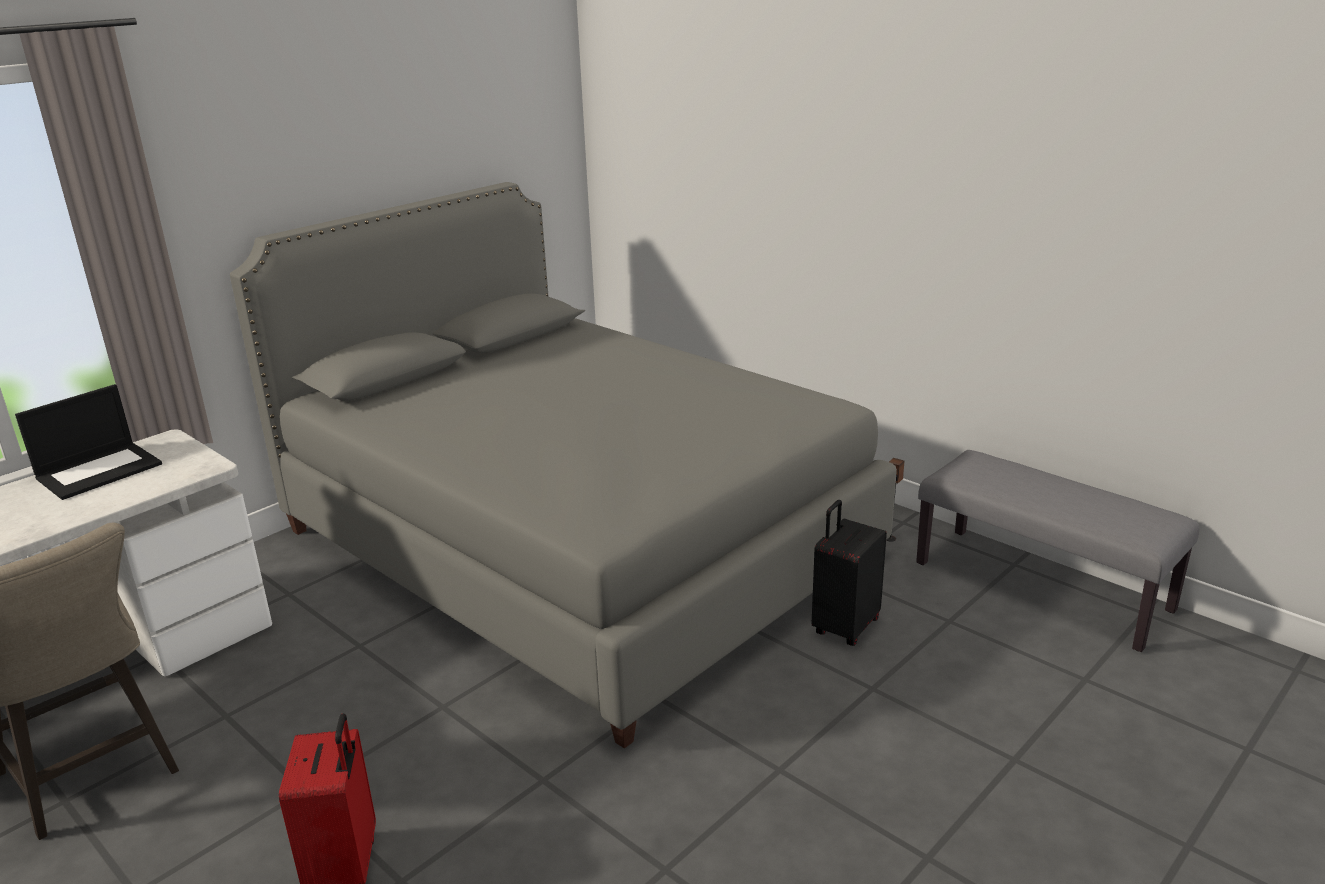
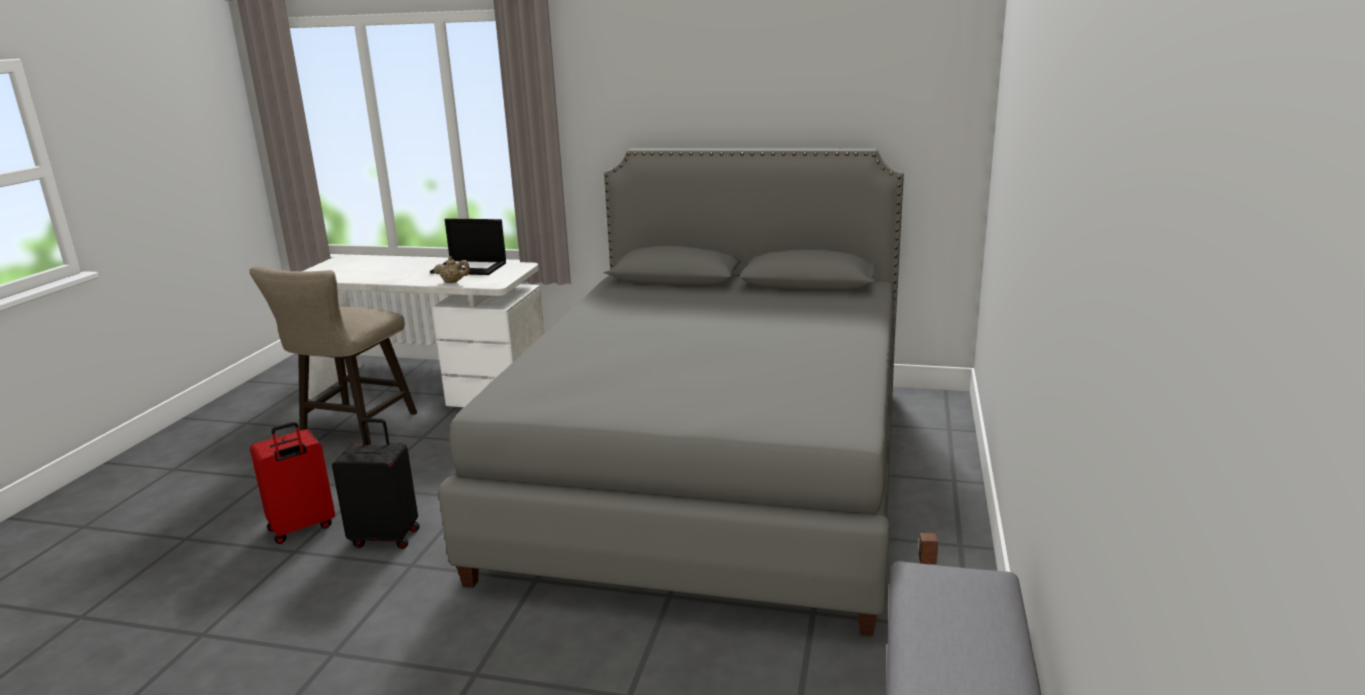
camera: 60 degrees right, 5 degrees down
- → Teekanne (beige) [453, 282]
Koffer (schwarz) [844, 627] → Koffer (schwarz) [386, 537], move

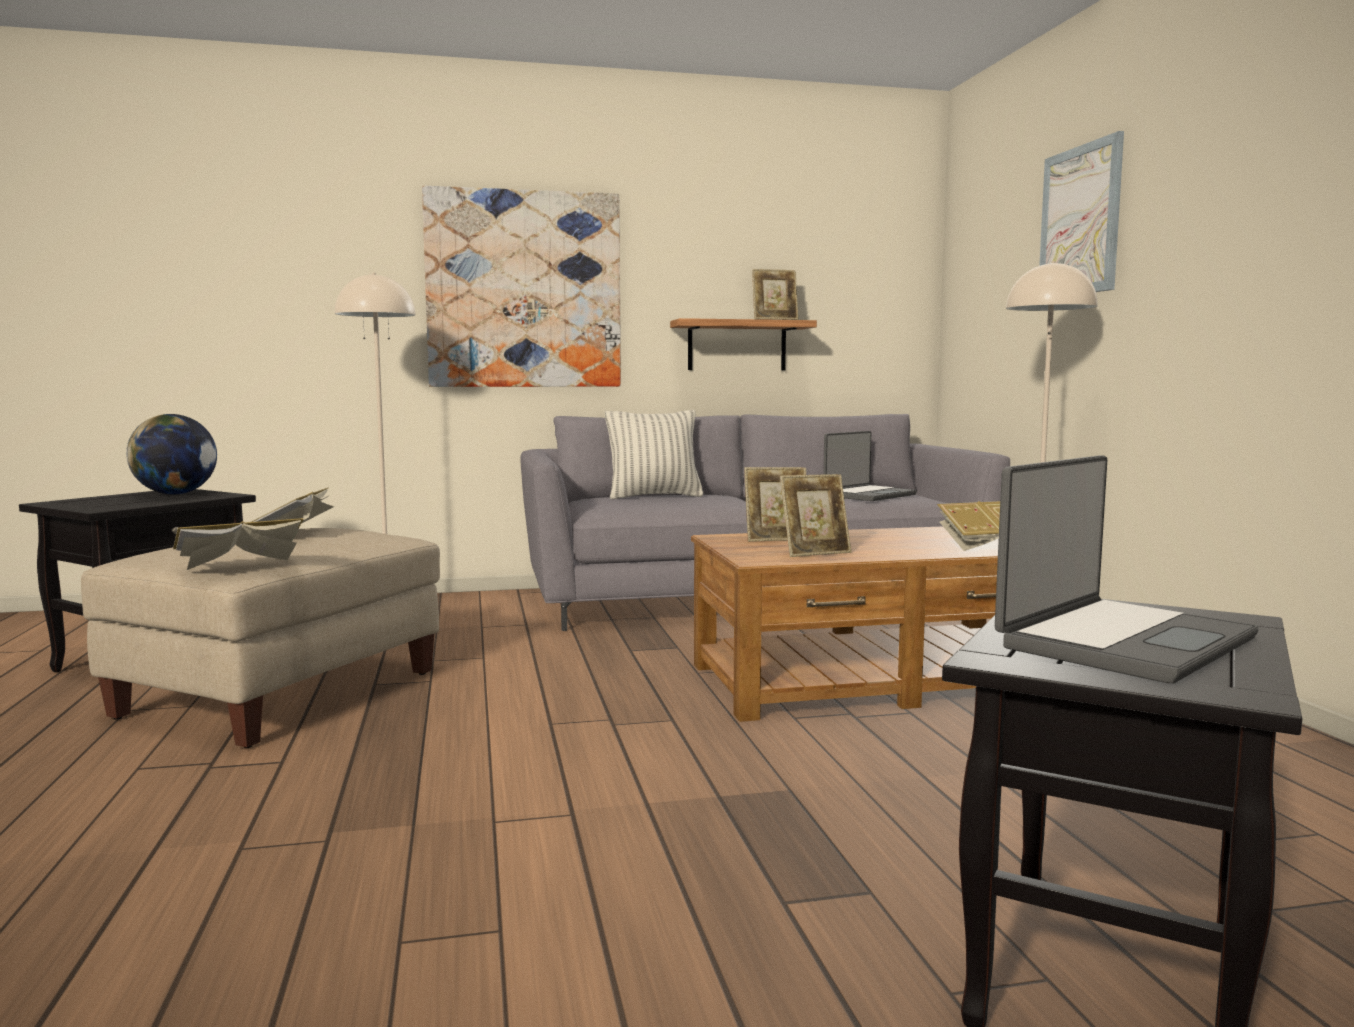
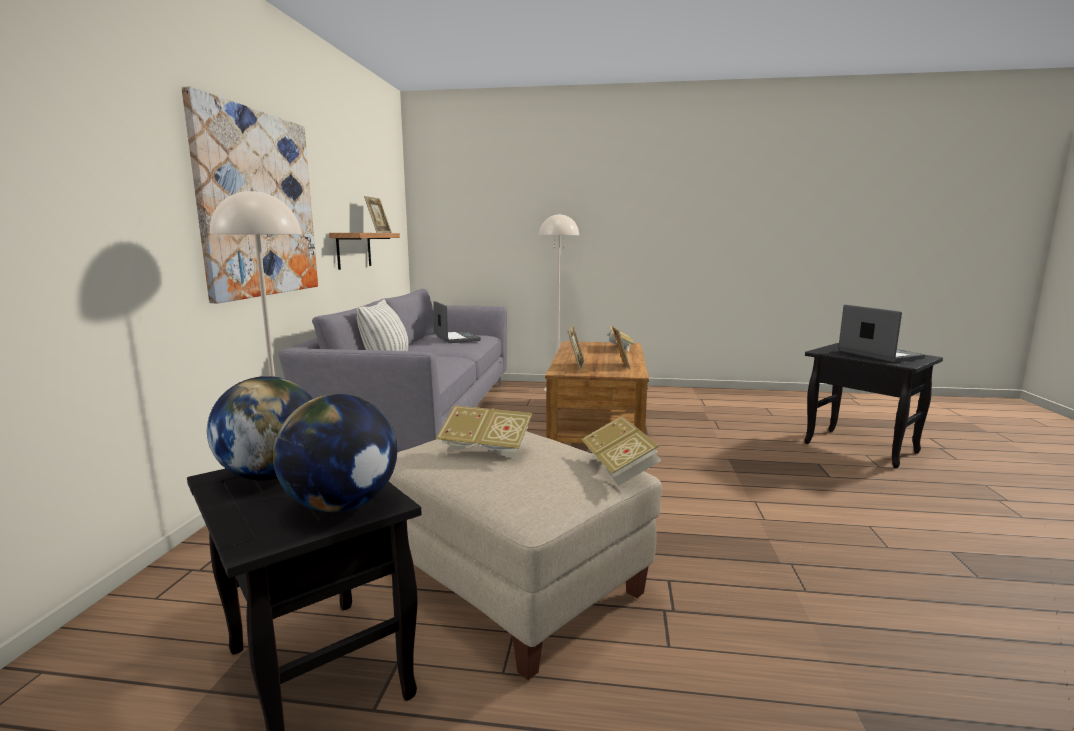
camera: 70 degrees left, 5 degrees up
Bild [1080, 221] → -
- → Globus [342, 505]

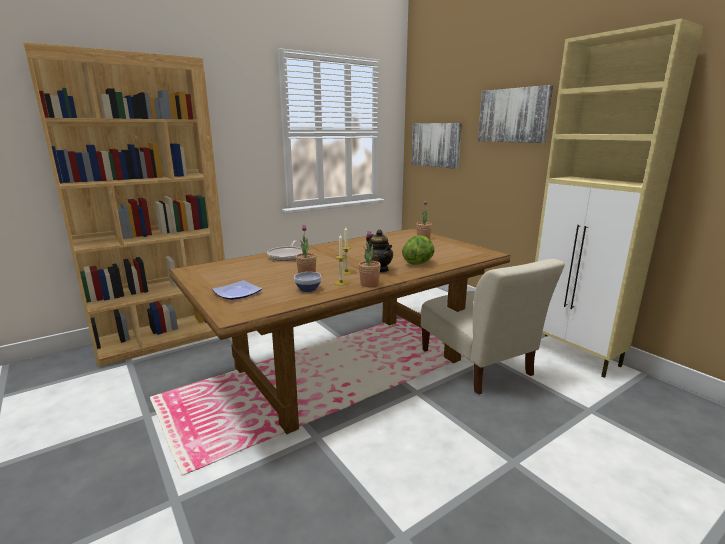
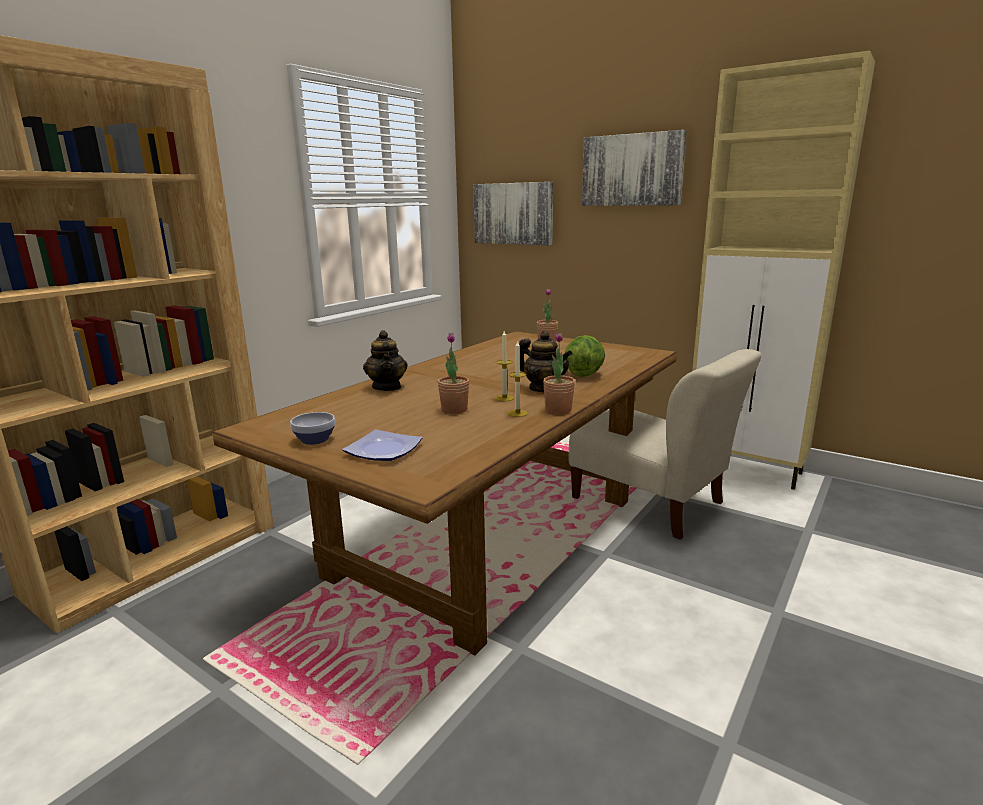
camera: 20 degrees left, 0 degrees up
Schüssel [309, 289] → Schüssel [316, 439], move
Pfanne [287, 256] → Teekanne [387, 387]

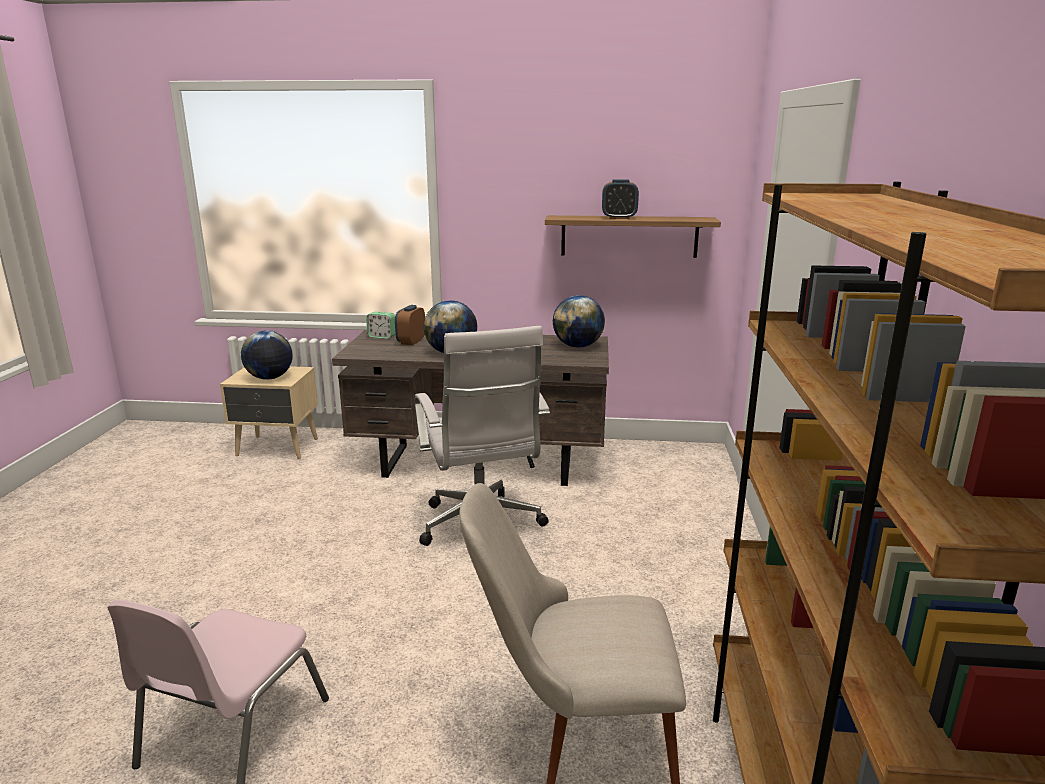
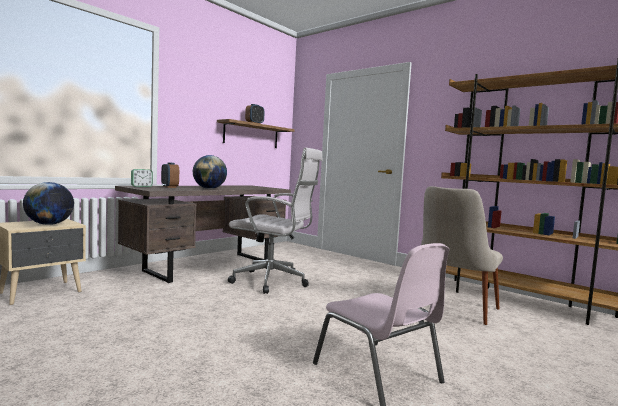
camera: 55 degrees left, 15 degrees down
Globus [578, 346] → -

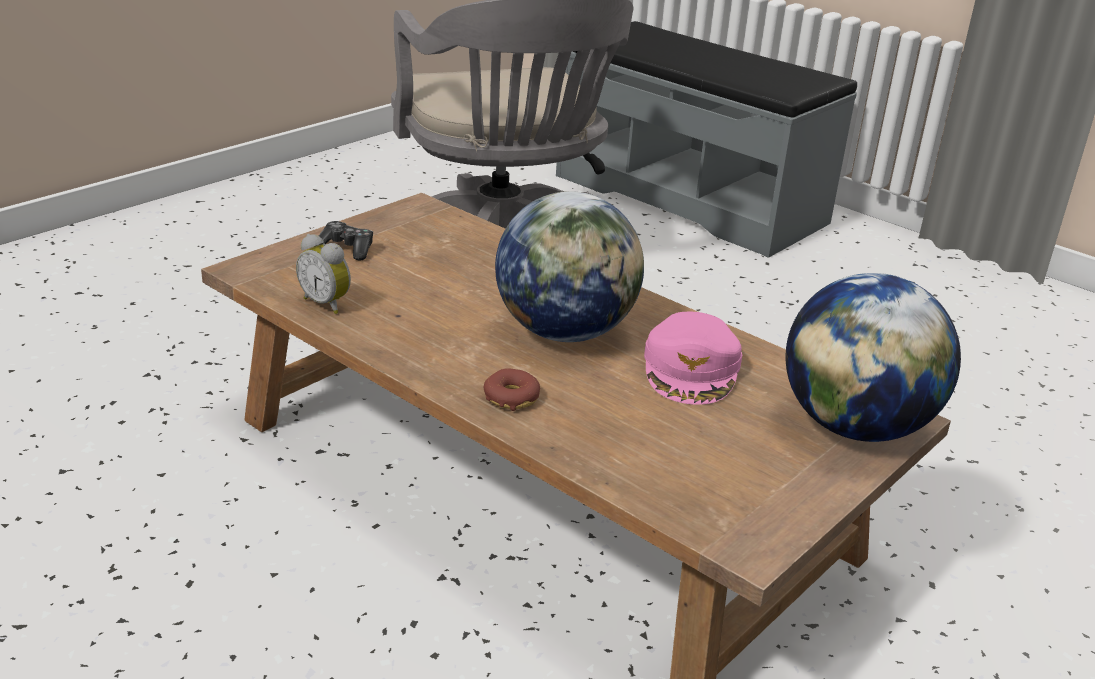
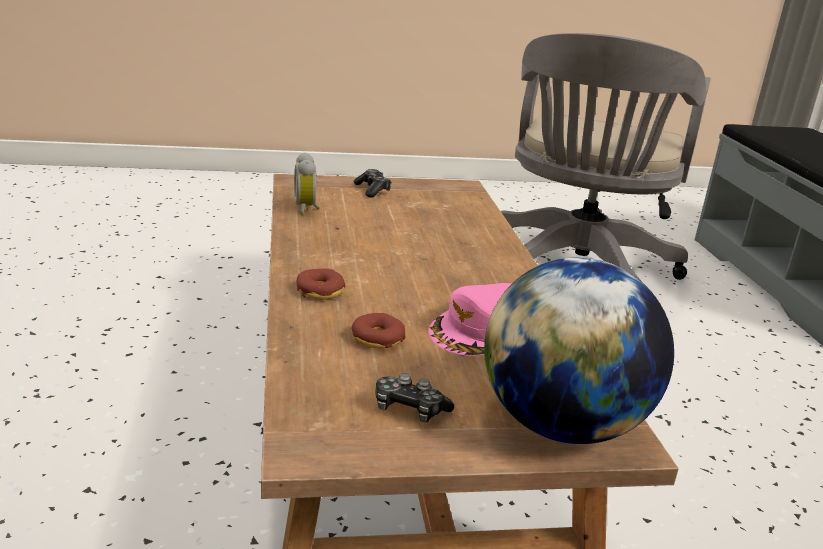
camera: 40 degrees right, 5 degrees down
Globus [565, 332] → -
- → Donut [377, 339]
- → Gamepad [409, 409]

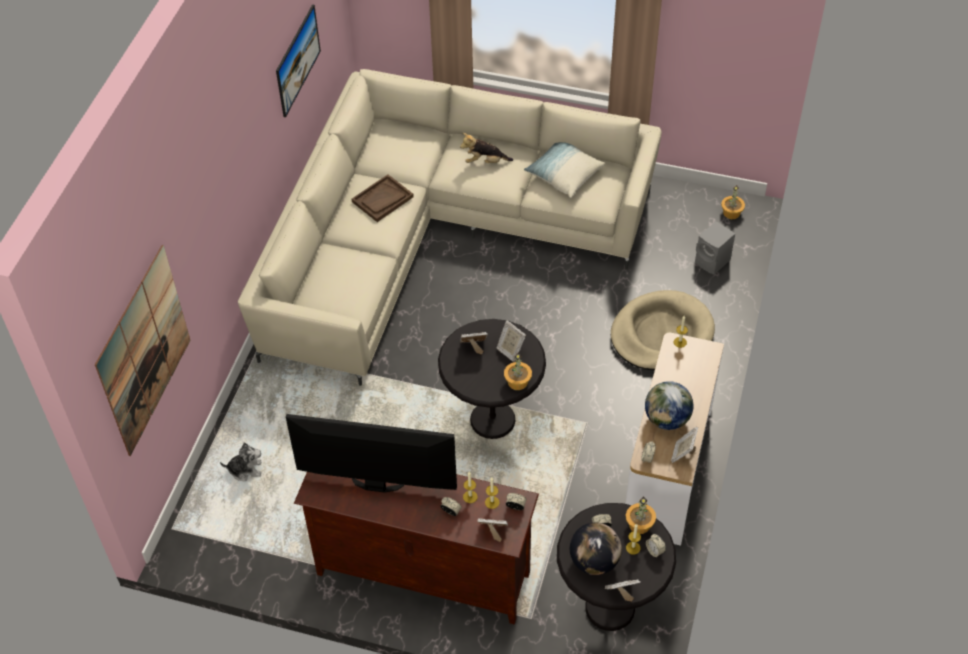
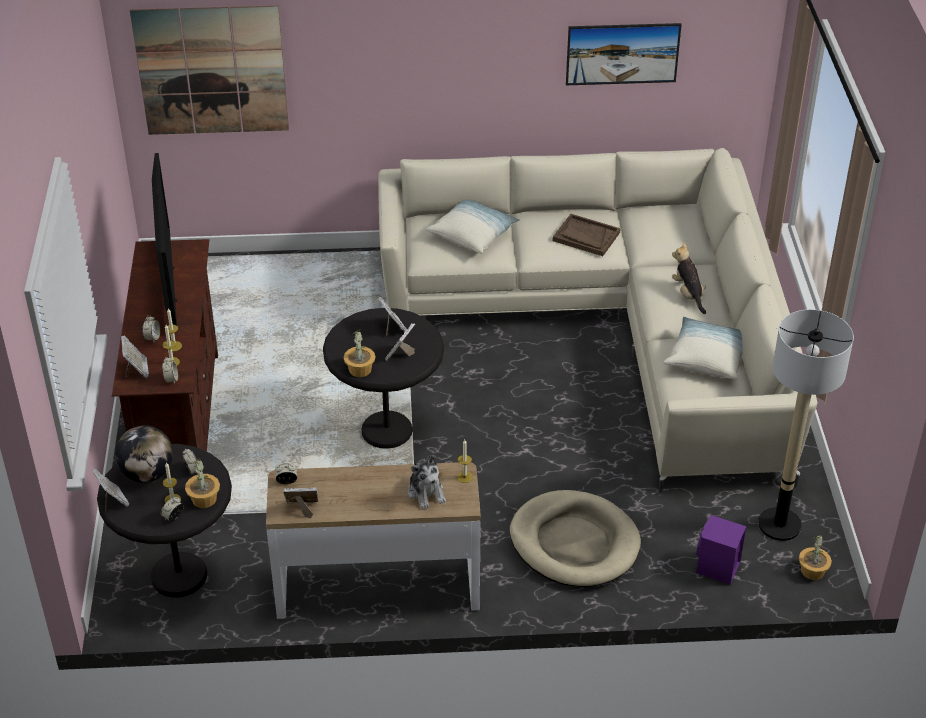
camera: 70 degrees right, 10 degrees down
Globus [667, 419] → -
- → Kissen [473, 235]
- → Stehlampe [780, 525]
Plüschtier [245, 469] → Plüschtier [426, 492], move
Lautsprecher (grau) [713, 262] → Lautsprecher (lila) [717, 568]

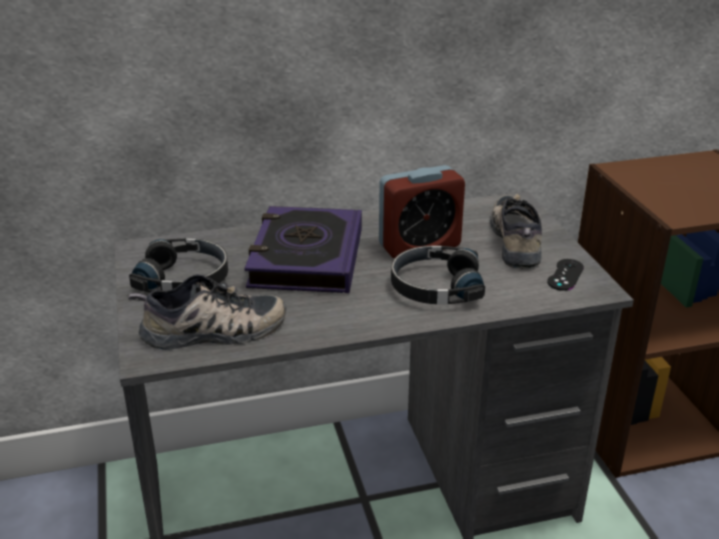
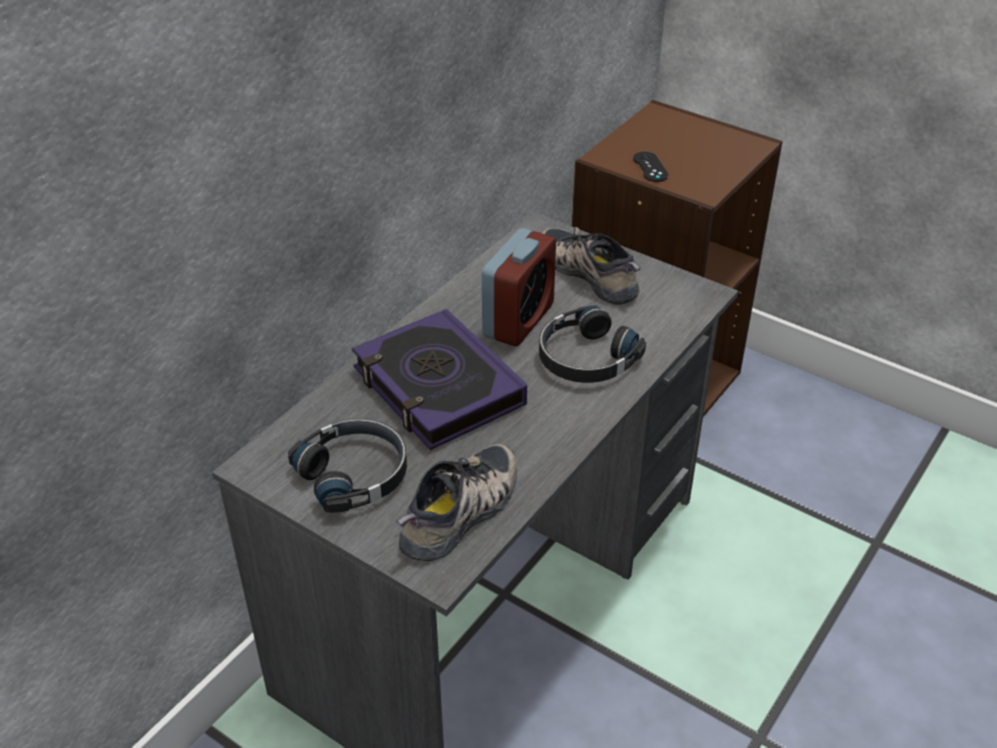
camera: 40 degrees left, 10 degrees up
Gamepad (schwarz) [565, 275] → Gamepad (schwarz) [650, 167], move

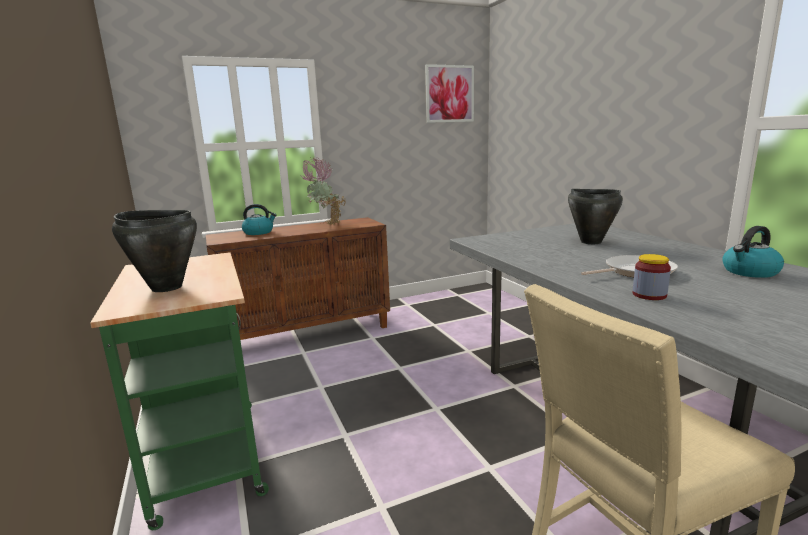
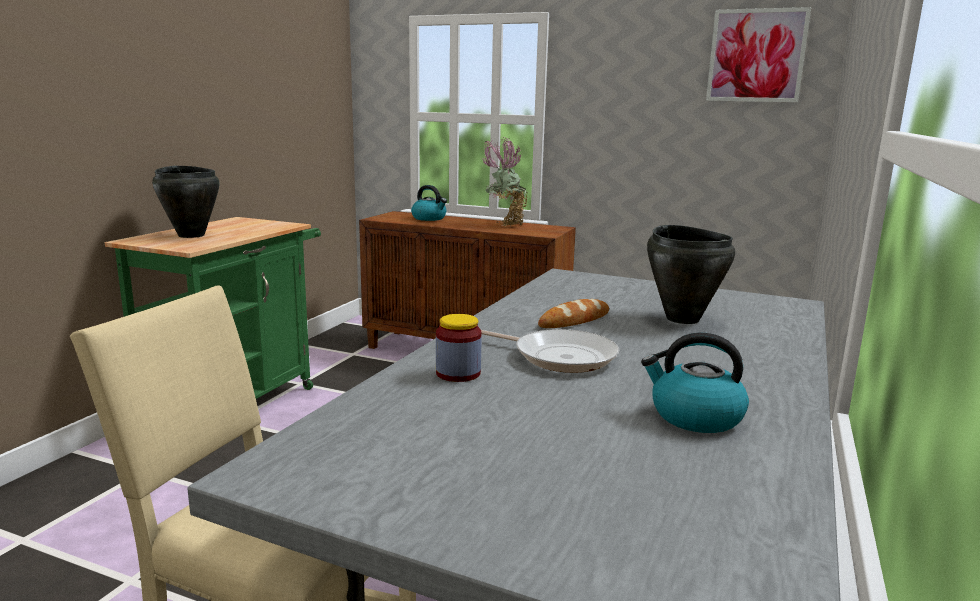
camera: 45 degrees right, 0 degrees up
- → Brot [574, 320]

